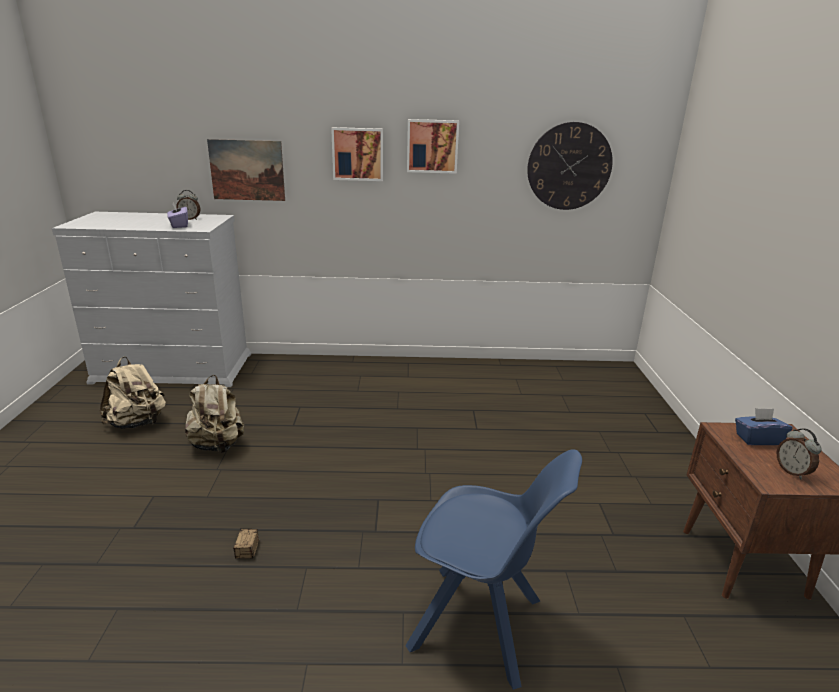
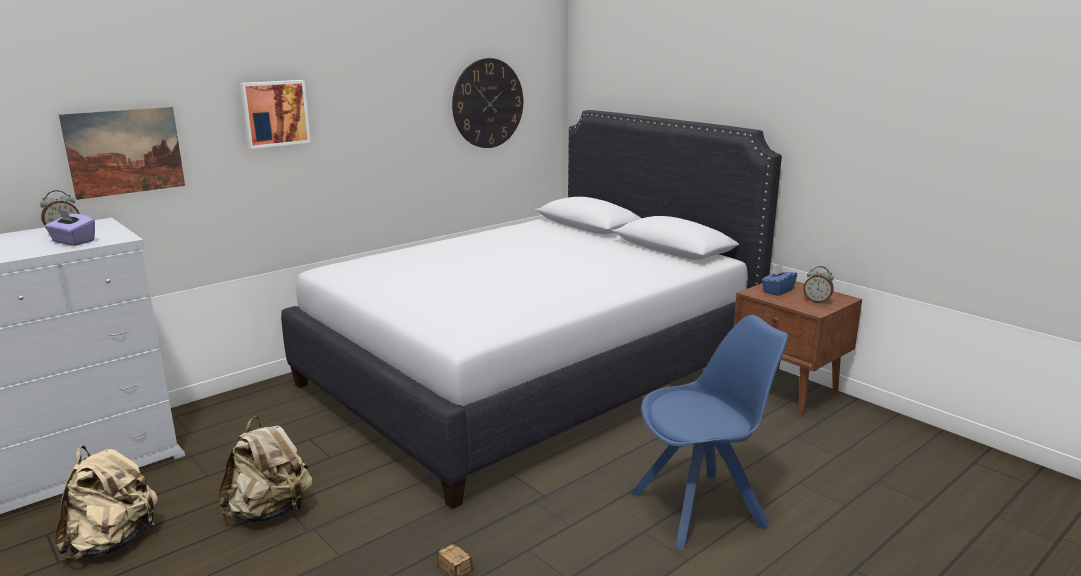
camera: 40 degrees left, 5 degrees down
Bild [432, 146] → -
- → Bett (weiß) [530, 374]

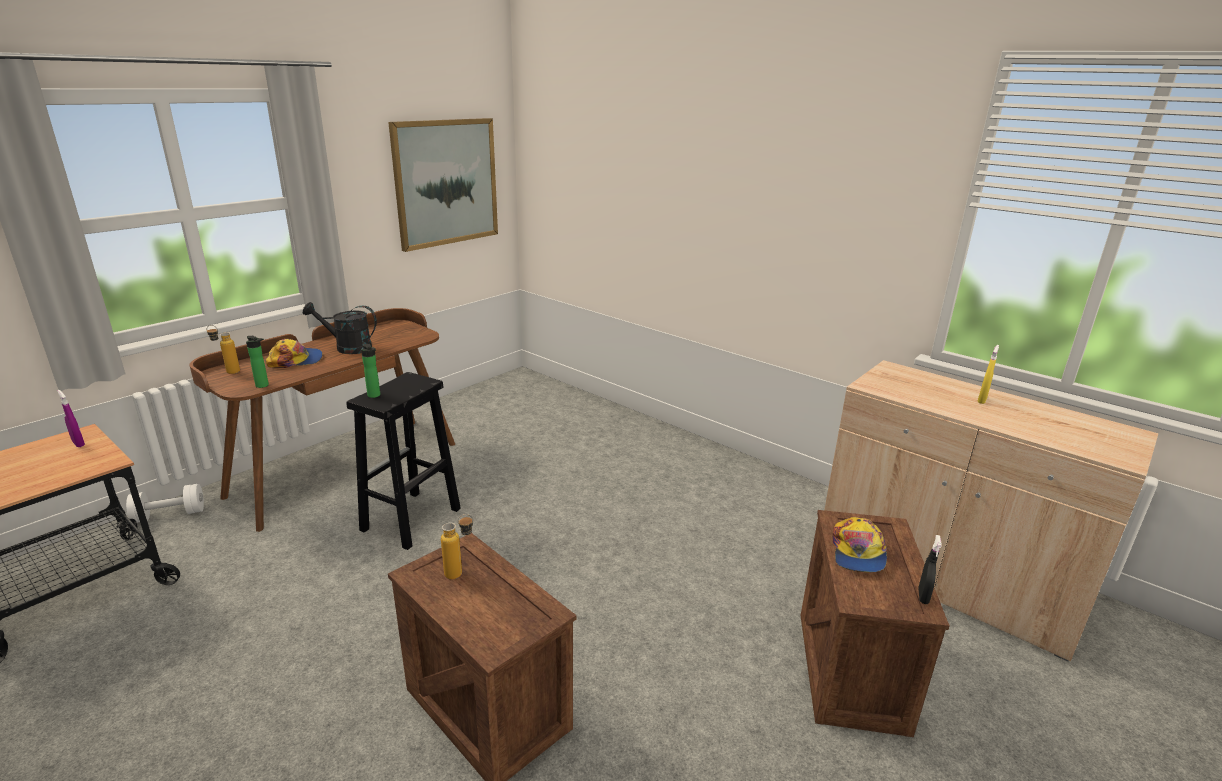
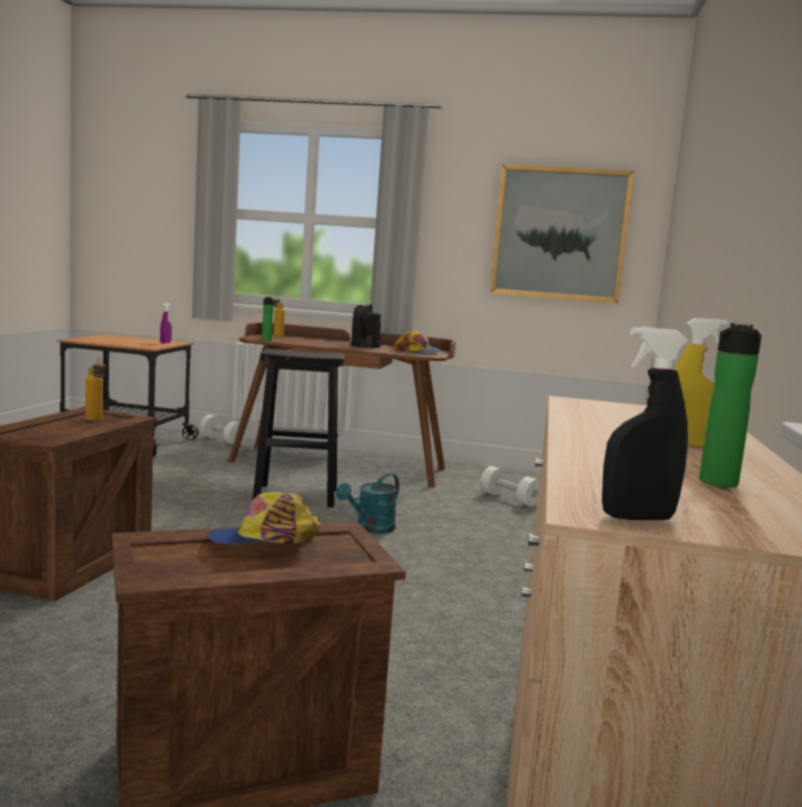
camera: 60 degrees right, 15 degrees down
- → Gießkanne (türkis) [370, 529]
- → Hantel (weiß) [509, 499]
Kappe [296, 360] → Kappe [417, 352], move
Flasche [374, 396] → Flasche [718, 484], move
Sprühflasche (schwarz) [923, 596] → Sprühflasche (schwarz) [637, 517], move
Gießkanne (schwarz) [347, 348] → Gießkanne (schwarz) [364, 346], 150 degrees counterclockwise

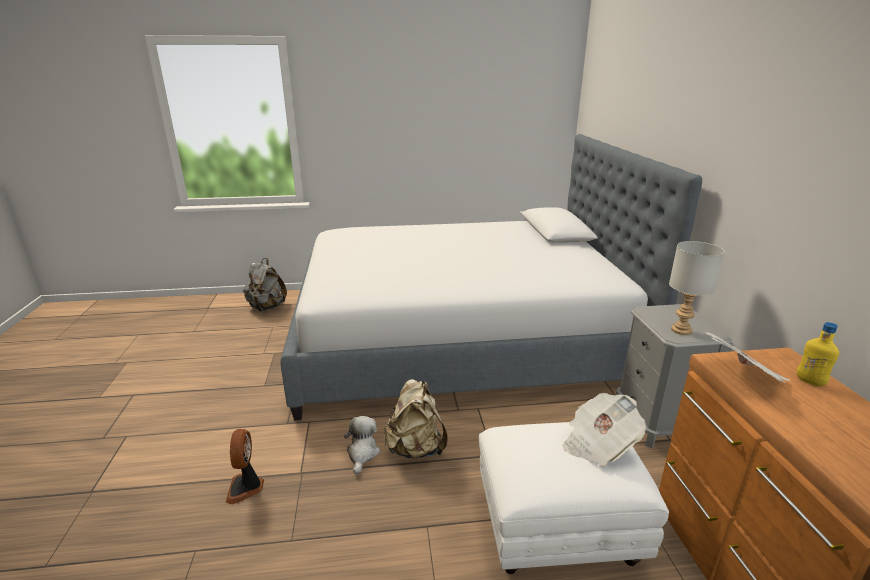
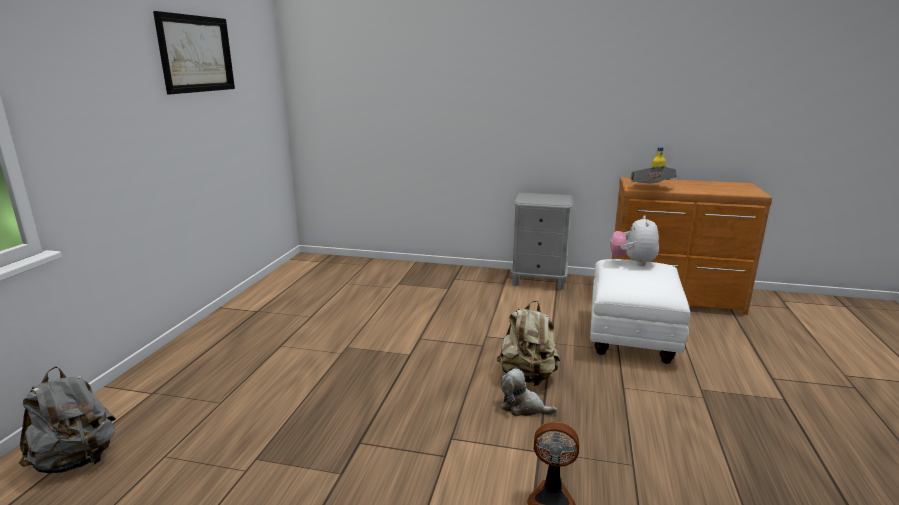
camera: 70 degrees left, 5 degrees down
Bett [459, 340] → -
Tischlampe (grau) [681, 330] → -
- → Bild [196, 54]
Zeitung [598, 444] → Plüschtier [633, 262]

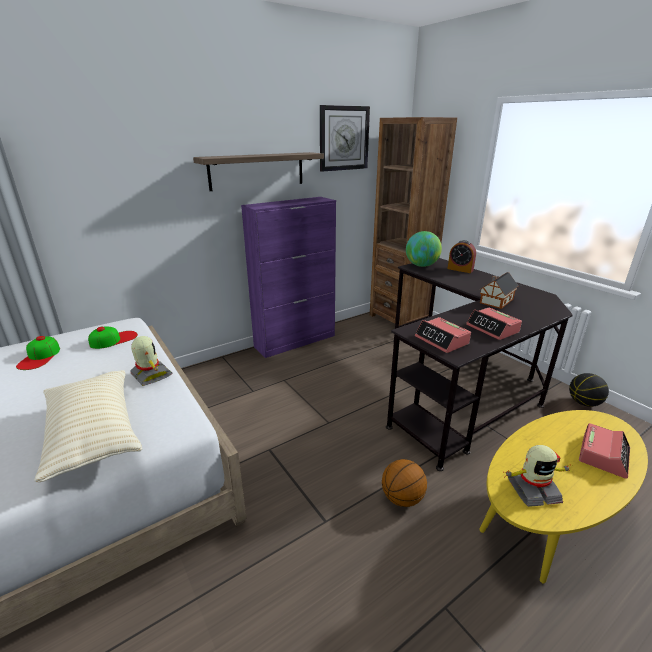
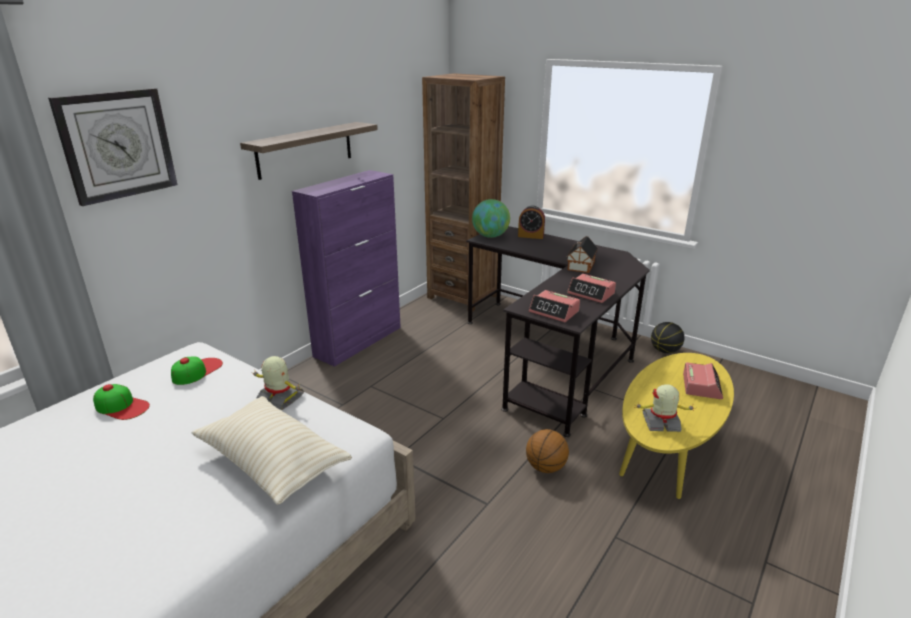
camera: 20 degrees left, 0 degrees up
Wanduhr [343, 138] → Wanduhr [117, 145], move
Kappe [40, 357] → Kappe [122, 406], 45 degrees counterclockwise
Spielzeugroboter [532, 489] → Spielzeugroboter [661, 423], 150 degrees counterclockwise

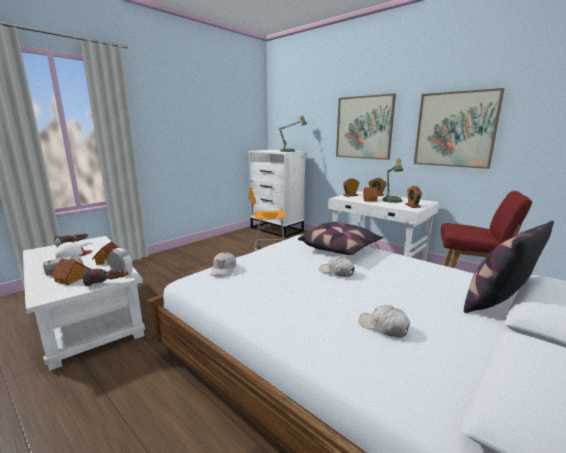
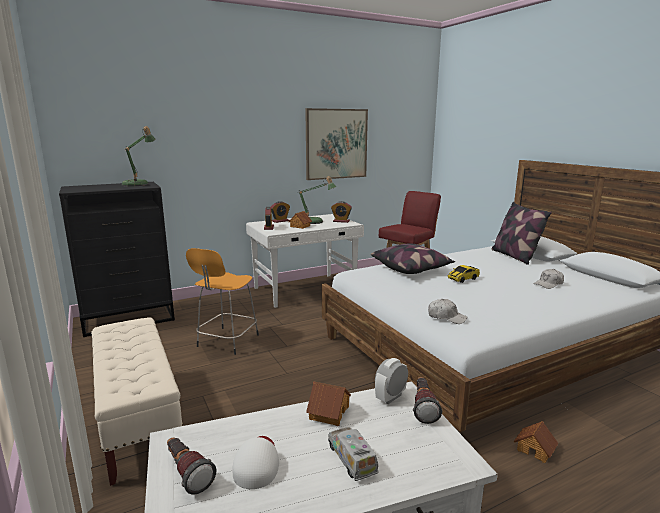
camera: 70 degrees left, 0 degrees up
Bild [364, 127] → -
- → Bank (beige) [138, 420]
Spielzeughaus [72, 279] → Spielzeughaus [535, 449], move
Kappe (weiß) [336, 272] → Spielzeugauto [463, 279]
Kommode (weiß) [277, 229] → Kommode (schwarz) [129, 319]

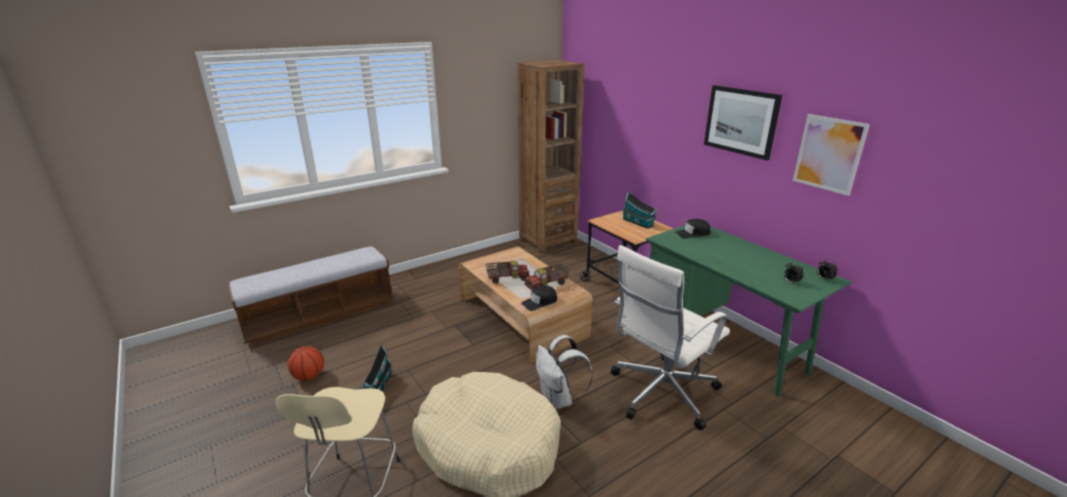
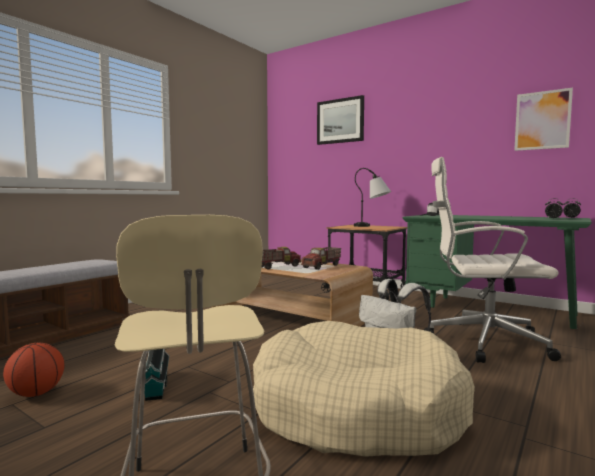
camera: 20 degrees left, 20 degrees down
Bücherregal (braun) [548, 241] → -
Kappe (schwarz) [540, 302] → -
Bild [741, 121] → Bild [340, 121], move
Spielzeughaus [638, 223] → Tischlampe [372, 226]
Bürostuhl (weiß) [660, 393] → Bürostuhl (weiß) [482, 341], 75 degrees clockwise

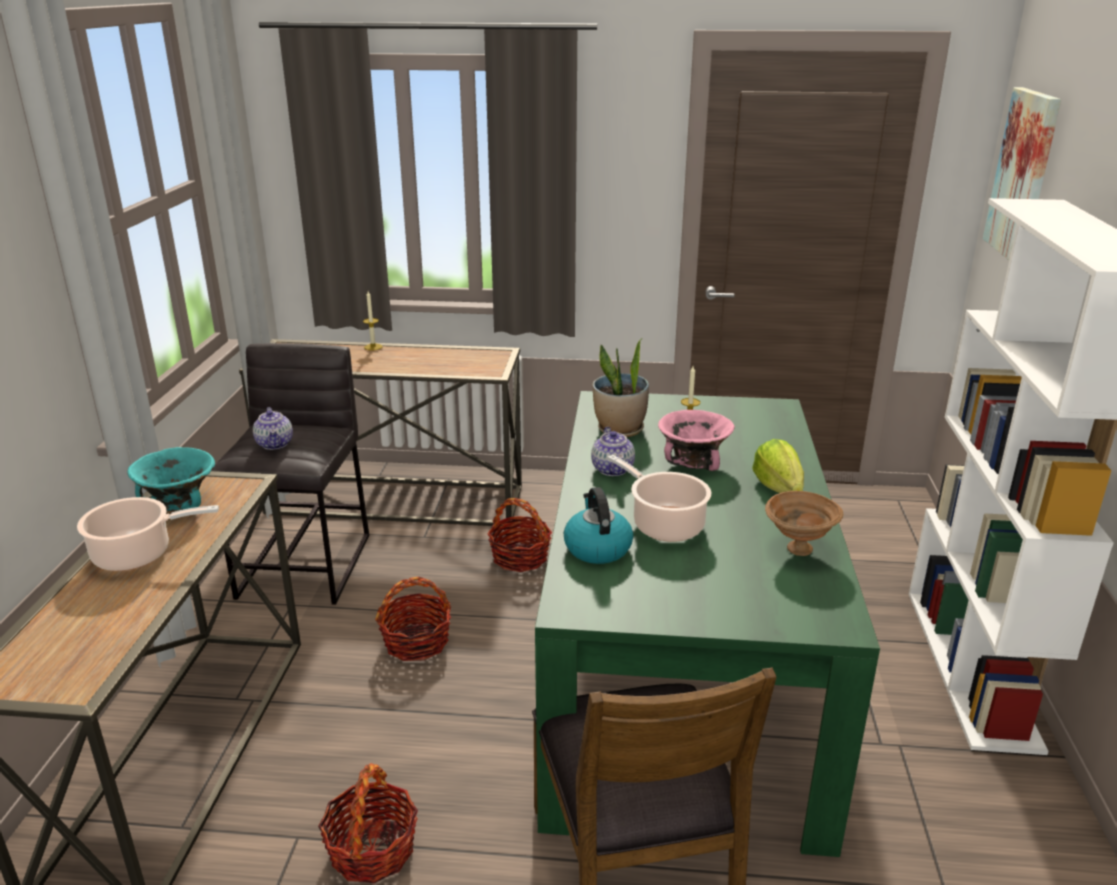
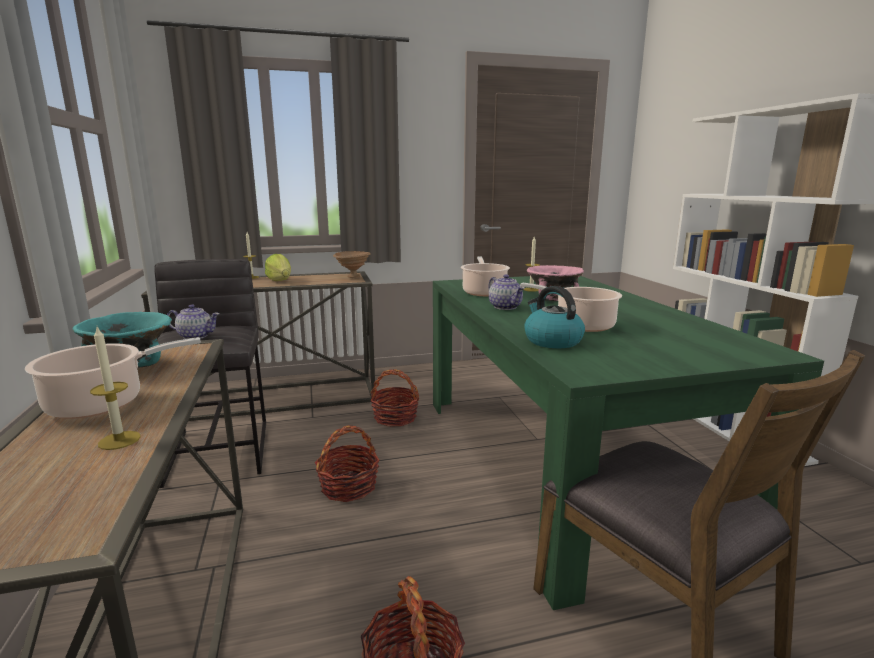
camera: 20 degrees left, 10 degrees down
Bild [1023, 175] → -
- → Kerze [119, 440]
Salatkopf [778, 488] → Salatkopf [280, 281], move
Schüssel (braun) [798, 550] → Schüssel (braun) [353, 277], move
Topfpflanze [620, 430] → Kochtopf [484, 292]
Teekanne [275, 444] → Teekanne [196, 336], 45 degrees counterclockwise

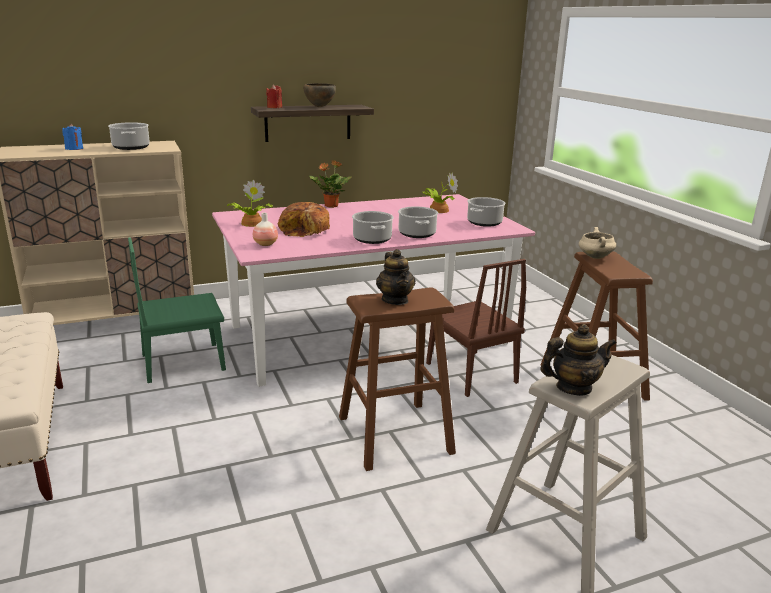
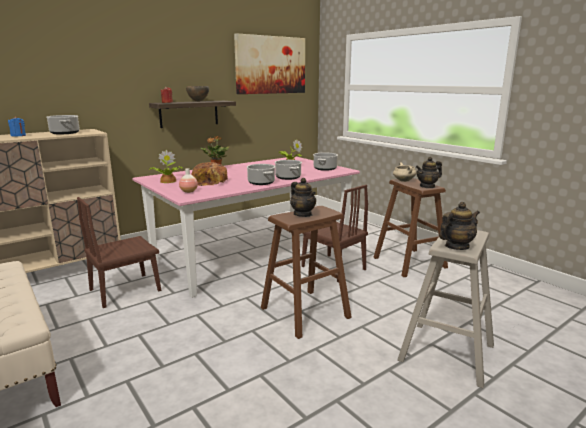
camera: 15 degrees left, 5 degrees down
- → Bild [271, 65]
- → Teekanne [427, 186]
Stuhl (grün) [183, 362] → Stuhl (braun) [125, 290]

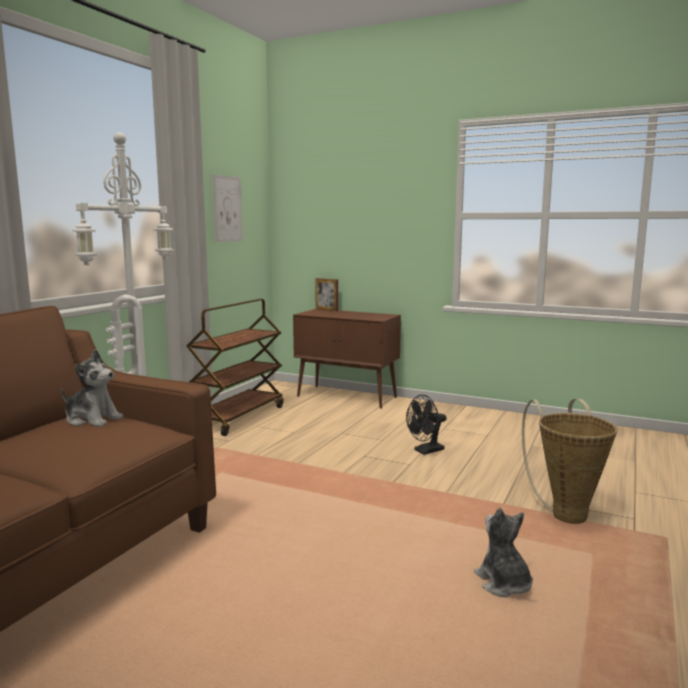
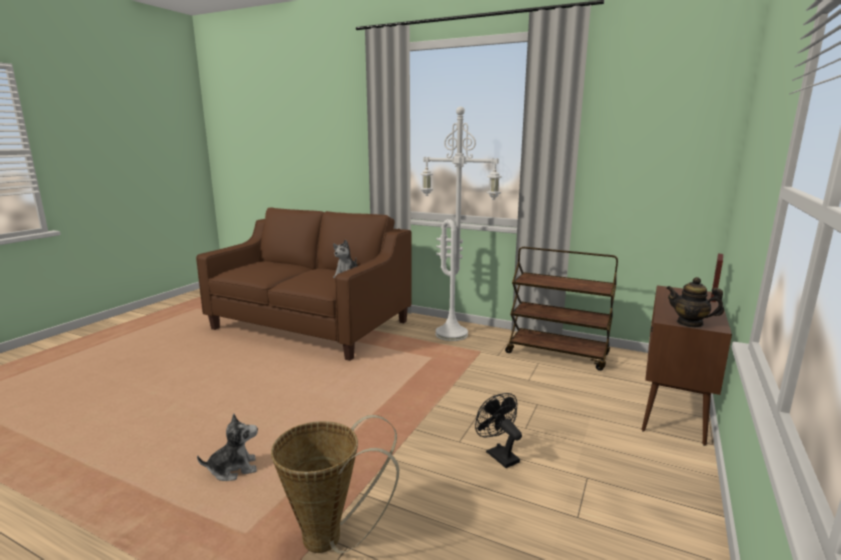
camera: 90 degrees right, 5 degrees up
Bild [227, 209] → -
- → Teekanne [690, 323]

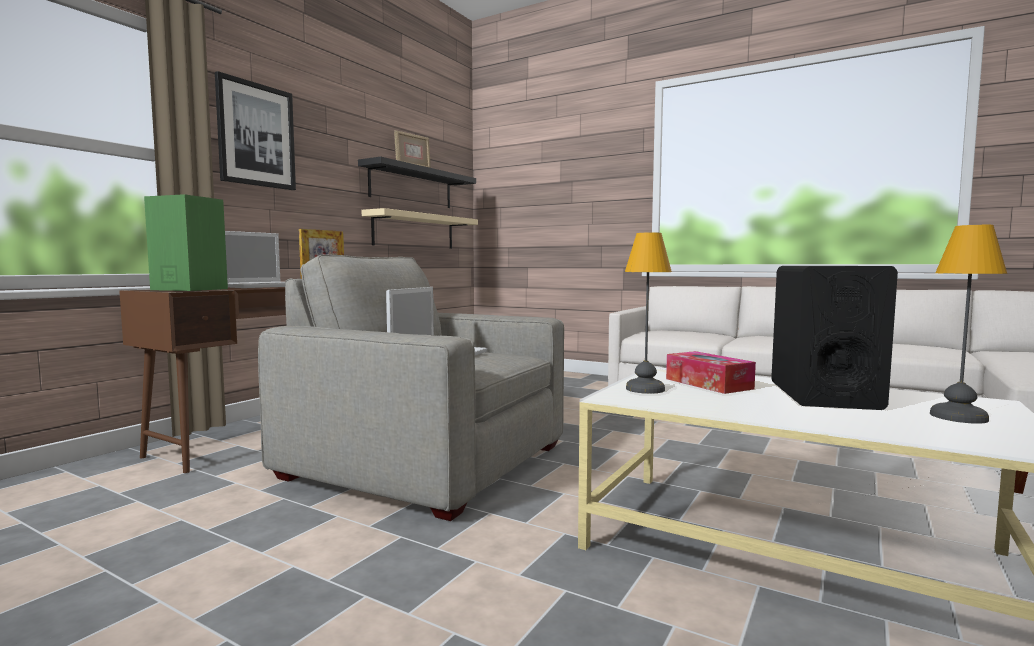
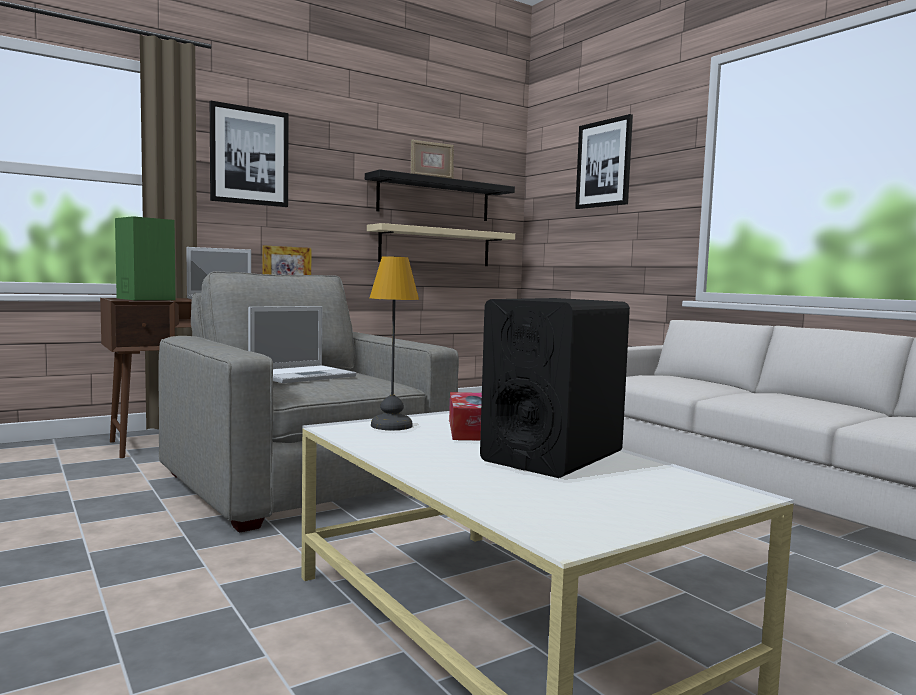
camera: 25 degrees right, 0 degrees up
Tischlampe [957, 416] → -
- → Bild [604, 164]

